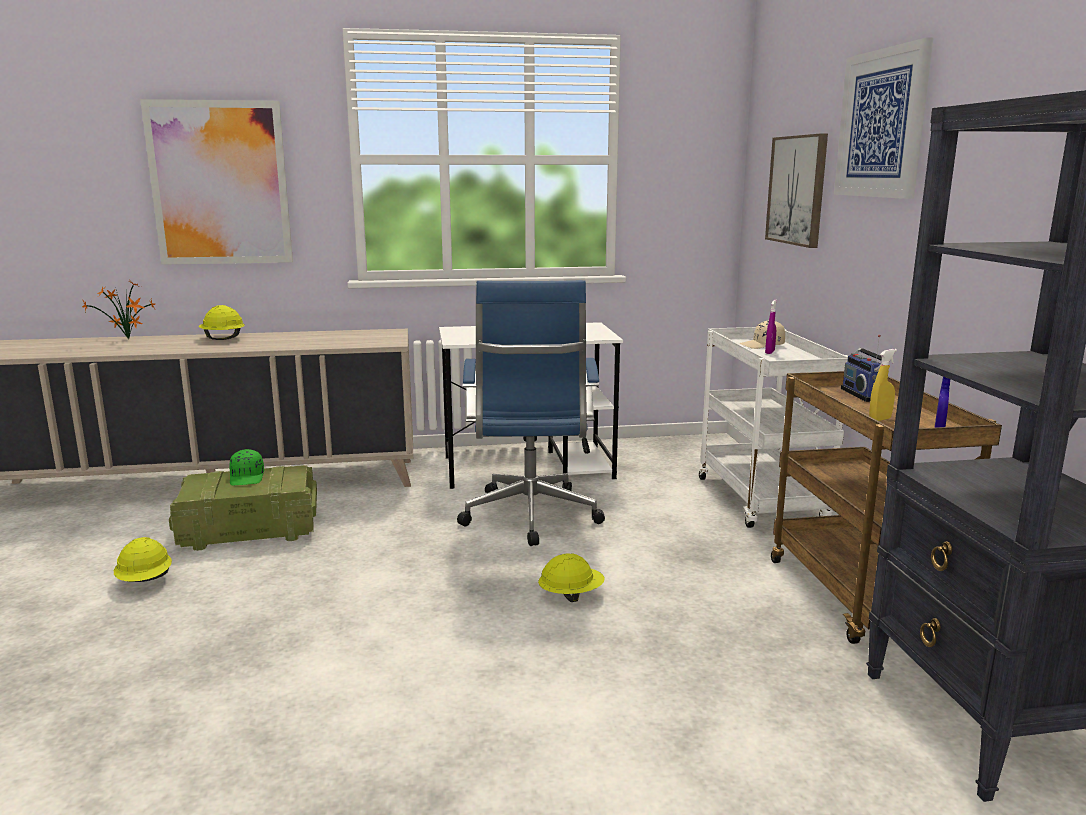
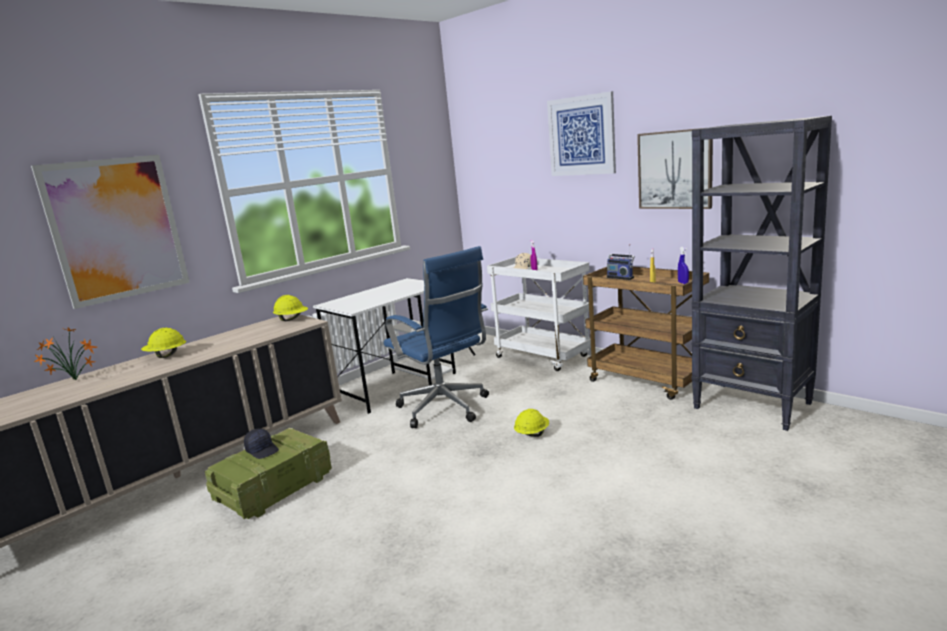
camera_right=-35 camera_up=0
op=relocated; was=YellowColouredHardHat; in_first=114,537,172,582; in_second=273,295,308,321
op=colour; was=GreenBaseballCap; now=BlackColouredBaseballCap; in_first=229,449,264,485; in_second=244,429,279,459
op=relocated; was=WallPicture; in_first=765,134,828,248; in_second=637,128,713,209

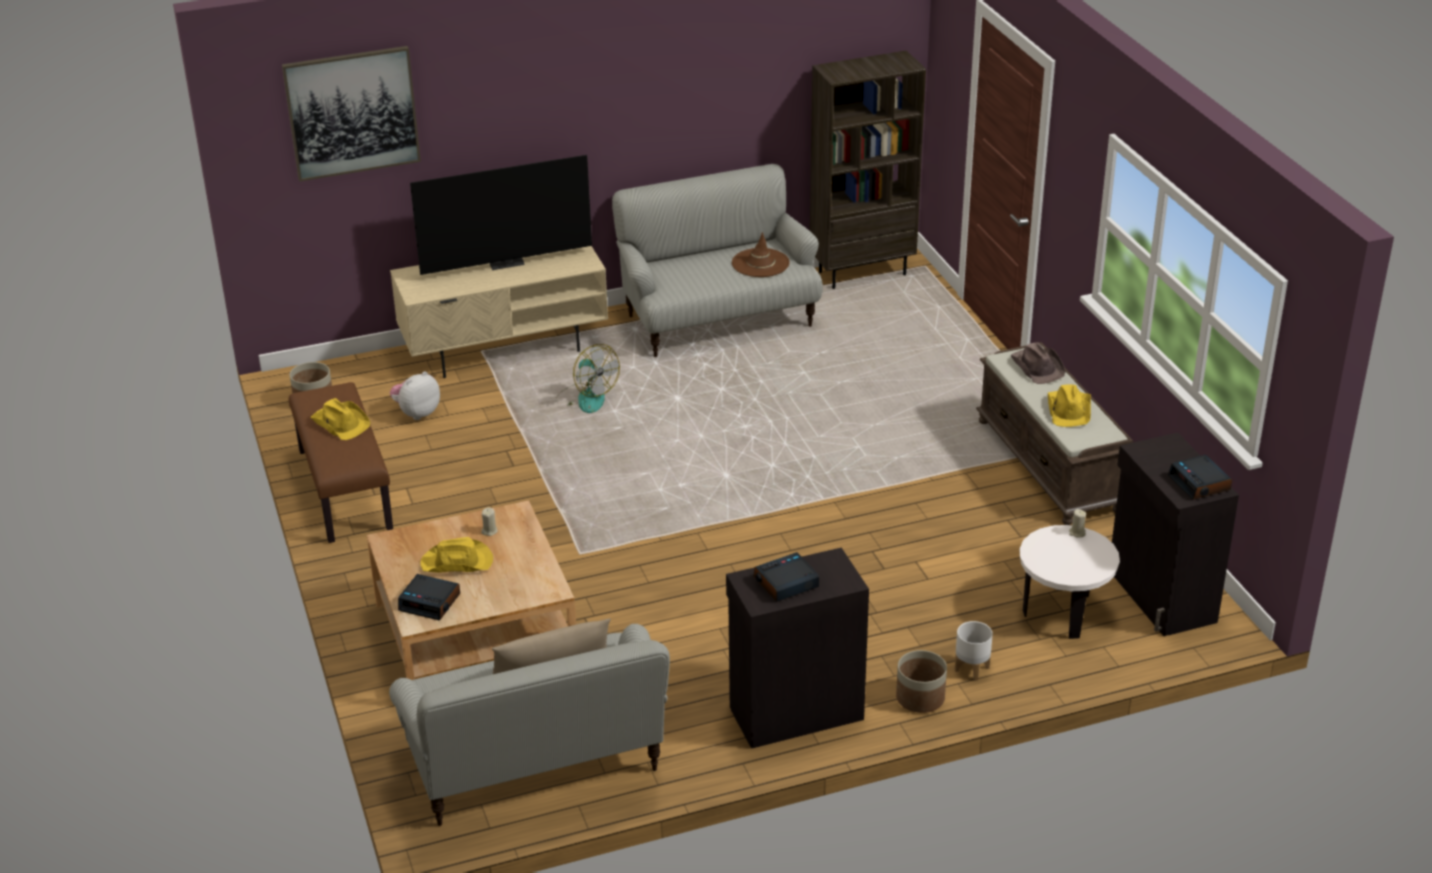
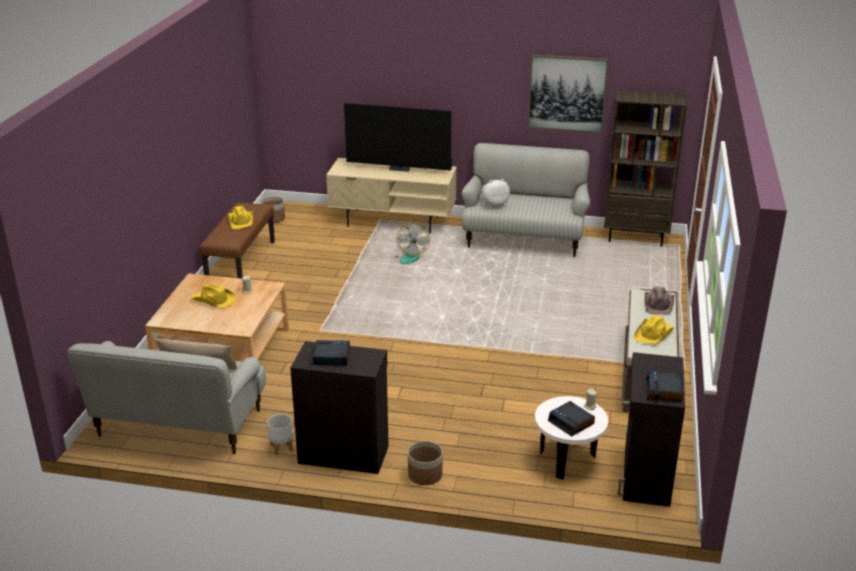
camera_right=30 camera_up=-5
op=relocated; was=WallPicture; in_first=282,46,421,182; in_second=528,55,609,133
op=relocated; was=CuddlyToy; in_first=390,371,440,420; in_second=482,179,510,208
op=relocated; was=BedsideClock; in_first=398,574,460,620; in_second=548,401,595,436
op=missing; was=BrownColouredHat; in_first=732,232,790,277
op=relocated; was=WhiteFlowerPot; in_first=955,621,993,681; in_second=267,414,293,455

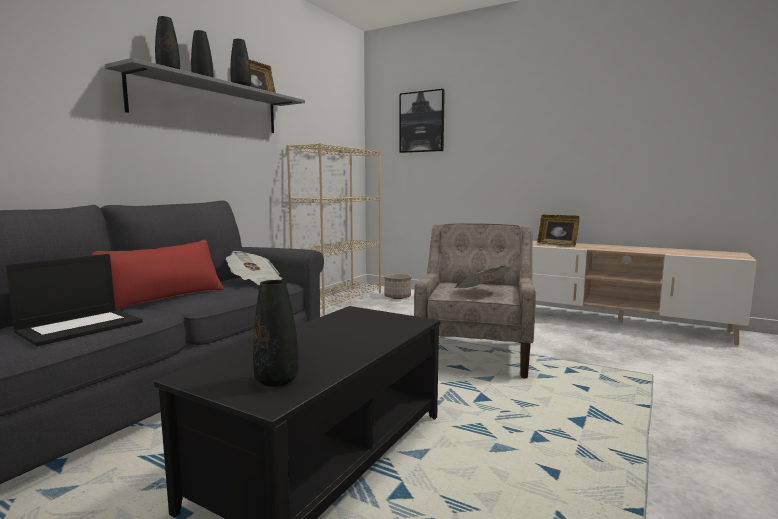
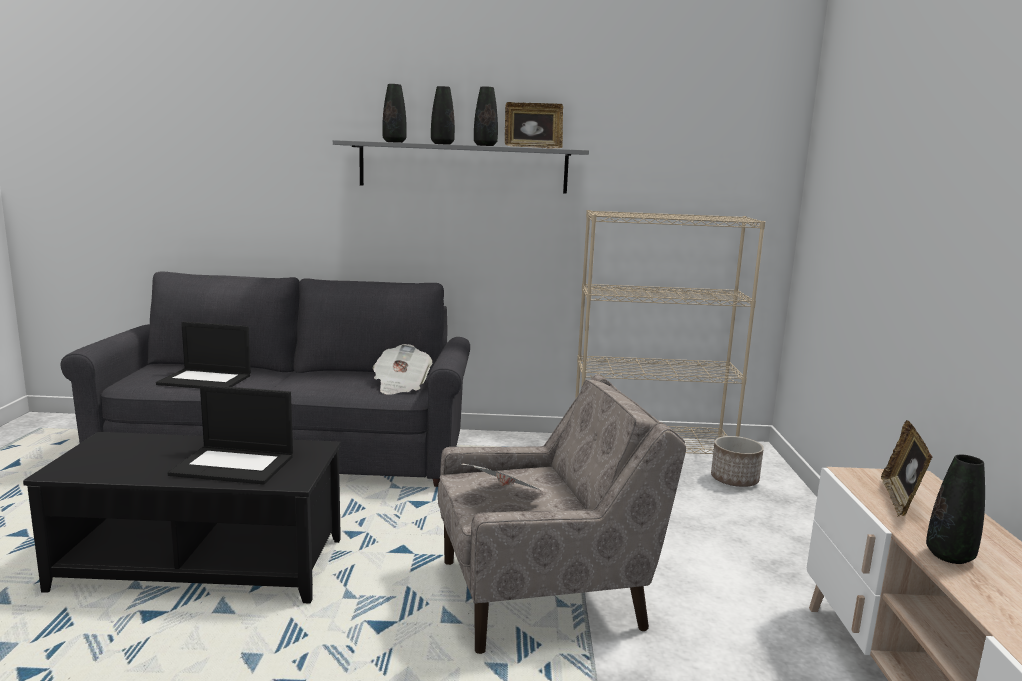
camera_right=60 camera_up=5
op=missing; was=RedPillow; in_first=92,239,224,310
op=relocated; was=BlackColouredVase; in_first=253,280,299,387; in_second=926,454,985,564
op=missing; was=WallPicture; in_first=399,89,445,153
op=appeared; now=NotebookComputer; in_second=168,385,293,484

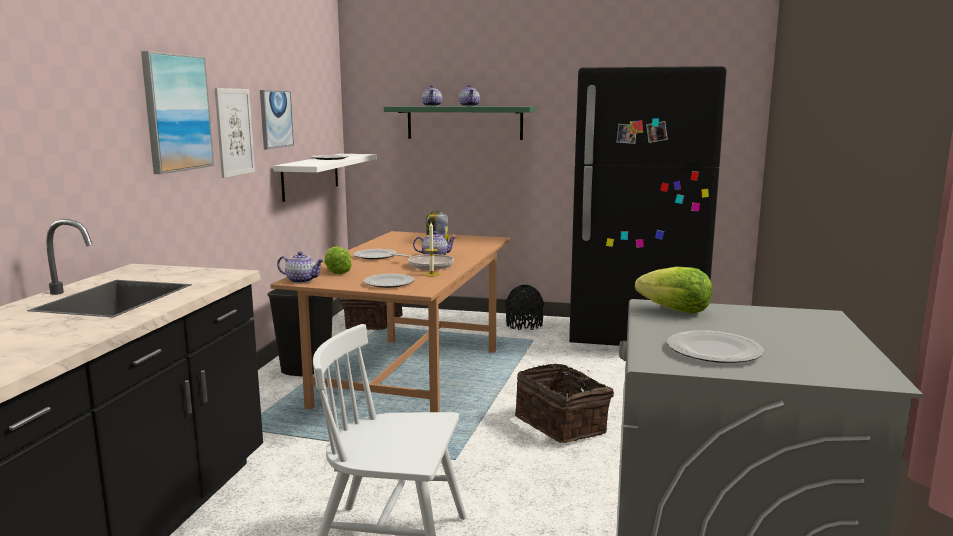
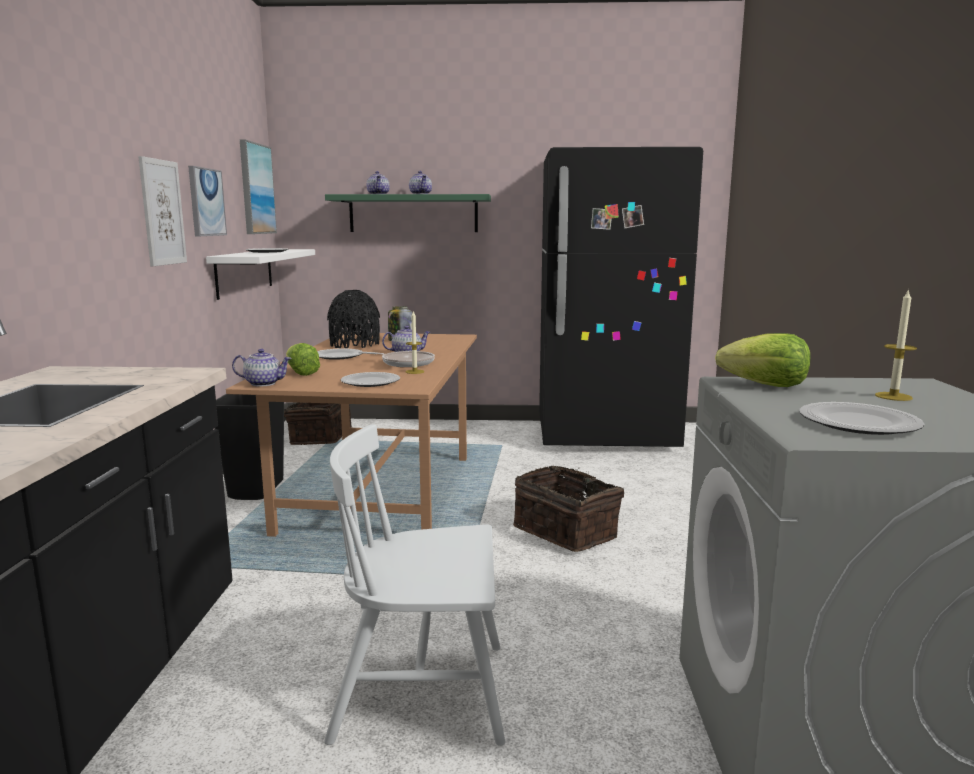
camera_right=-10 camera_up=0
op=relocated; was=WallPicture; in_first=141,51,214,174; in_second=240,140,277,234
op=relocated; was=BlackColouredVase; in_first=505,285,544,330; in_second=327,290,380,348
op=appeared; now=WaxCandle; in_second=875,289,917,401

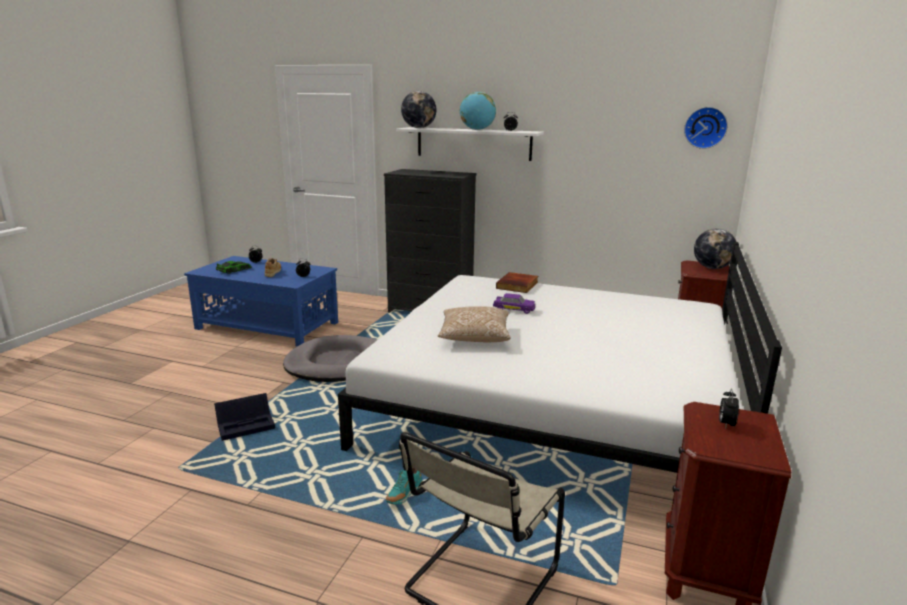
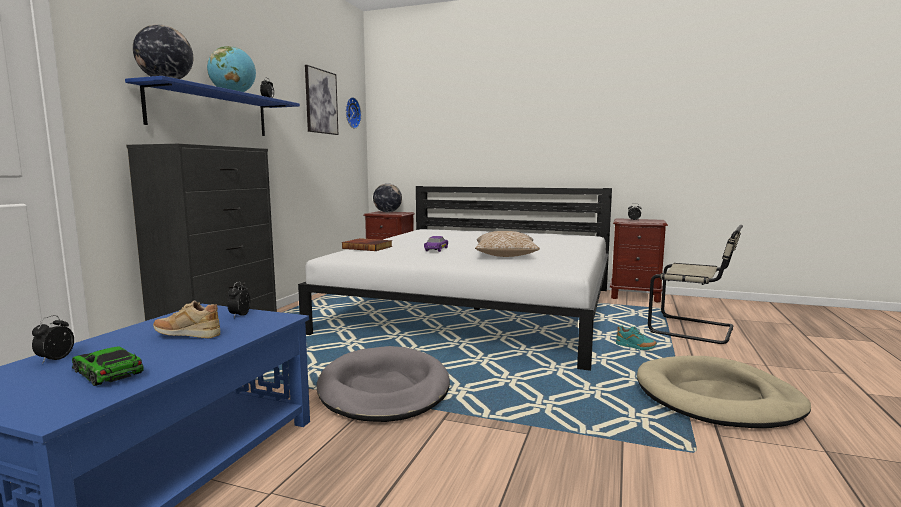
camera_right=-90 camera_up=-10
op=missing; was=BlackColouredStorageContainer; in_first=214,393,275,441
op=colour; was=WhiteShelf; now=BluishShelf; in_first=396,127,544,161; in_second=125,76,300,136
op=appeared; now=WallPicture; in_second=305,65,338,135
op=appeared; now=BeigeColouredDogBed; in_second=637,356,811,428

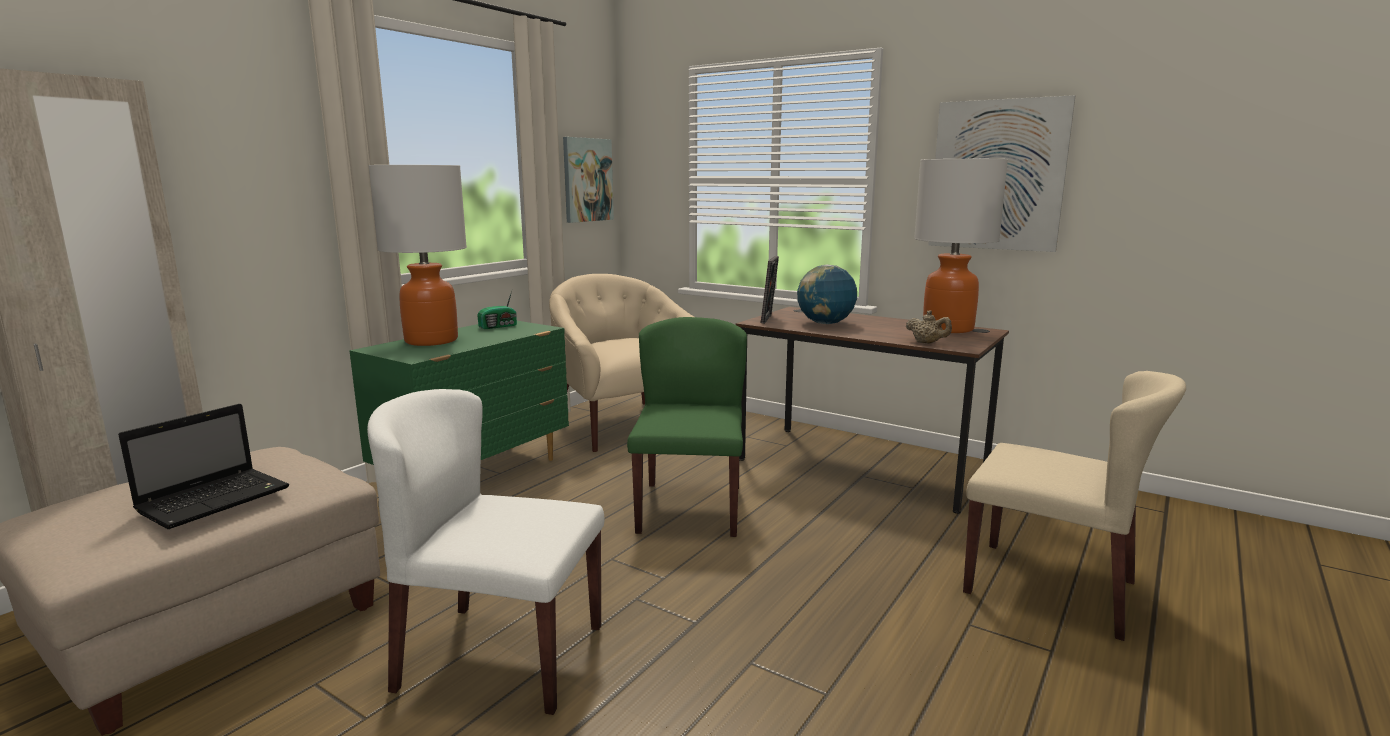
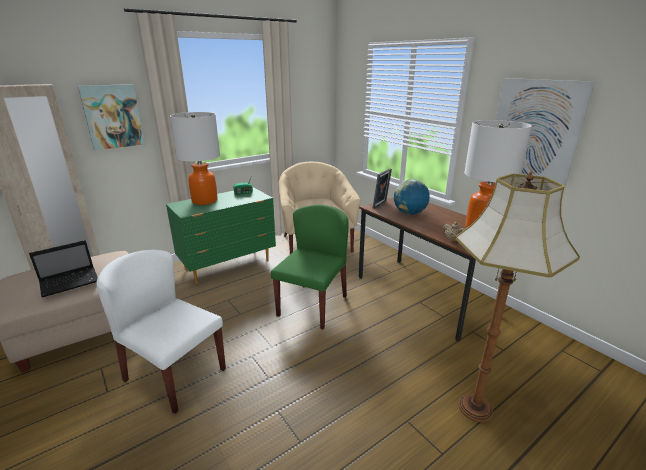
camera_right=20 camera_up=10
op=relocated; was=WallPicture; in_first=563,137,614,223; in_second=78,84,145,150
op=exchanged; was=BeigeColouredChair; now=StandardLamp; in_first=963,371,1186,641; in_second=456,171,580,423

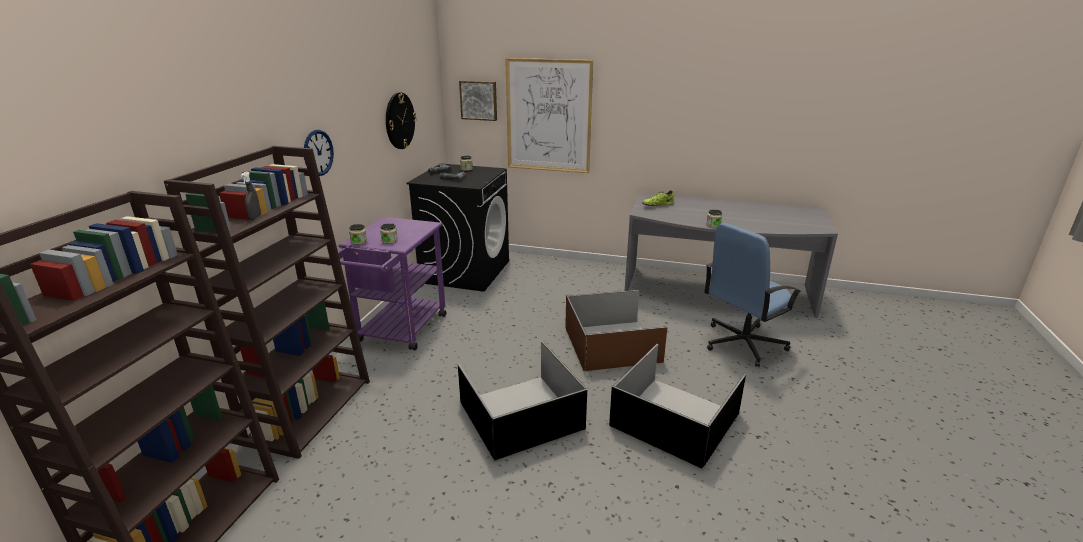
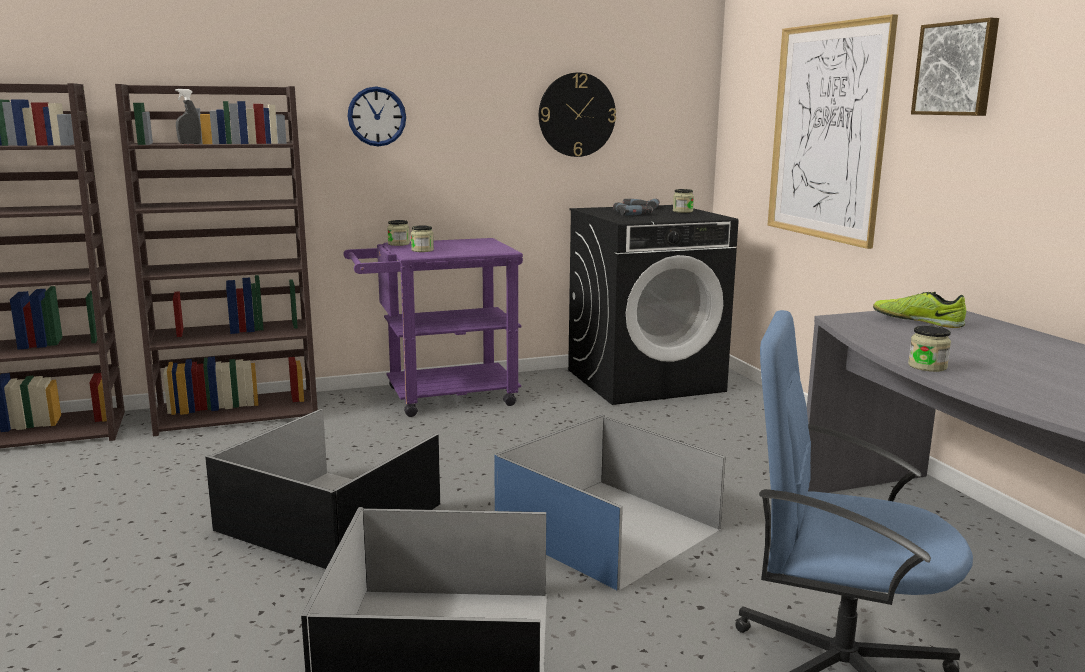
camera_right=55 camera_up=-10
op=relocated; was=WallPicture; in_first=459,81,497,121; in_second=911,18,999,116
op=colour; was=BrownColouredStorageContainer; now=BluishStorageContainer; in_first=565,290,667,371; in_second=494,415,725,590

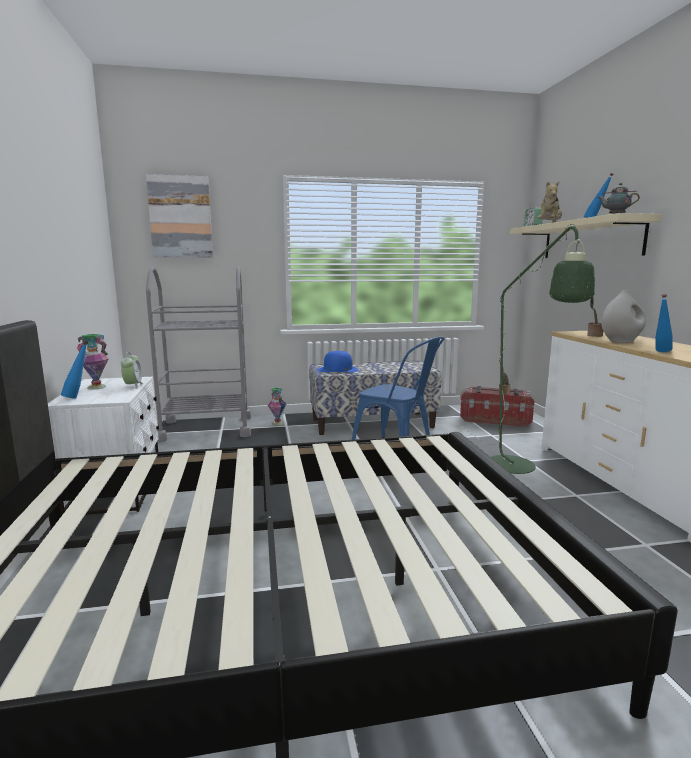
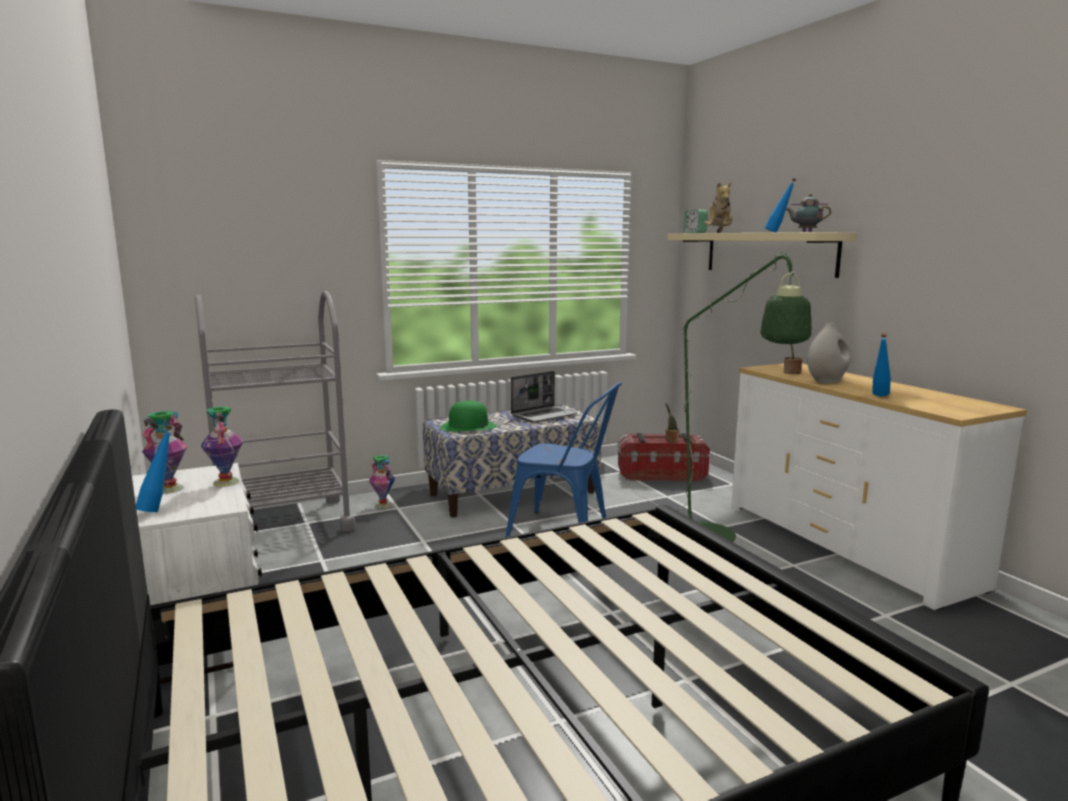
camera_right=-15 camera_up=0
op=exchanged; was=BedsideClock; now=Vase; in_first=121,352,143,389; in_second=201,407,243,487
op=missing; was=WallPicture; in_first=146,174,213,257
op=colour; was=BluishHat; now=GreenHat; in_first=317,351,359,372; in_second=440,401,497,432
op=appeared; now=NotebookComputer; in_second=511,371,578,423

